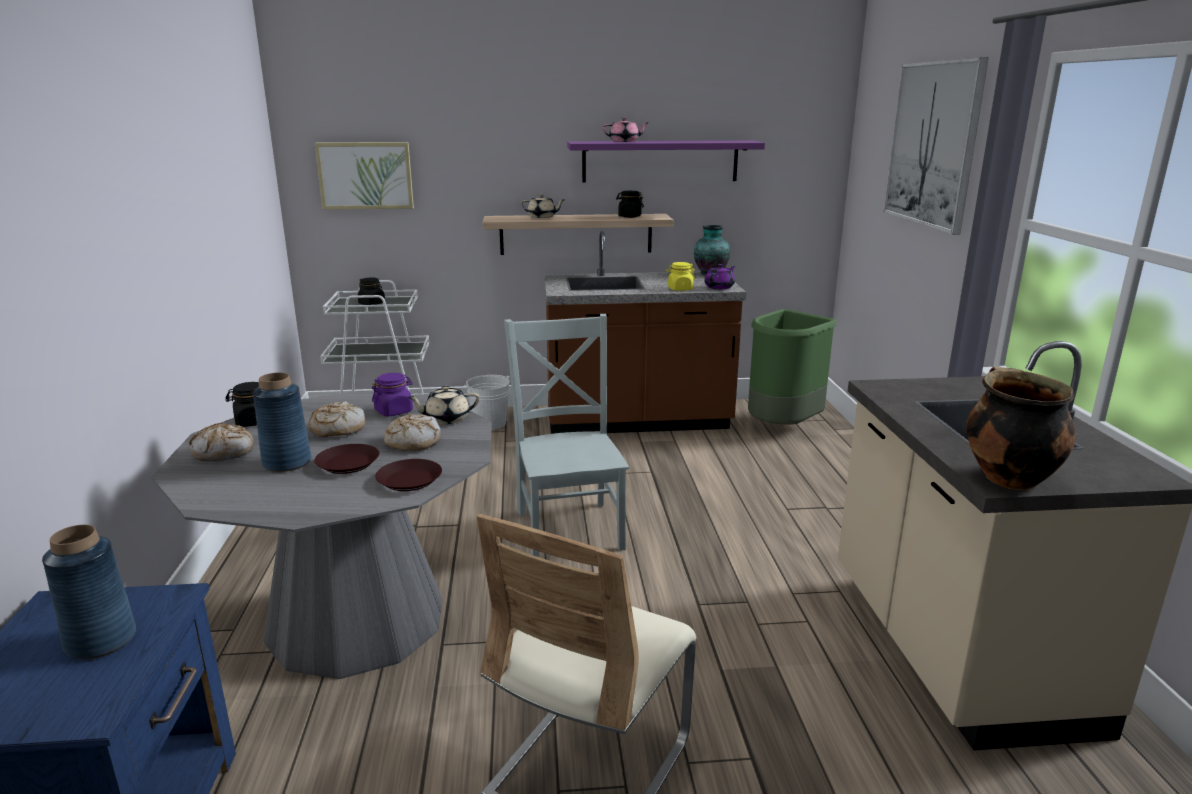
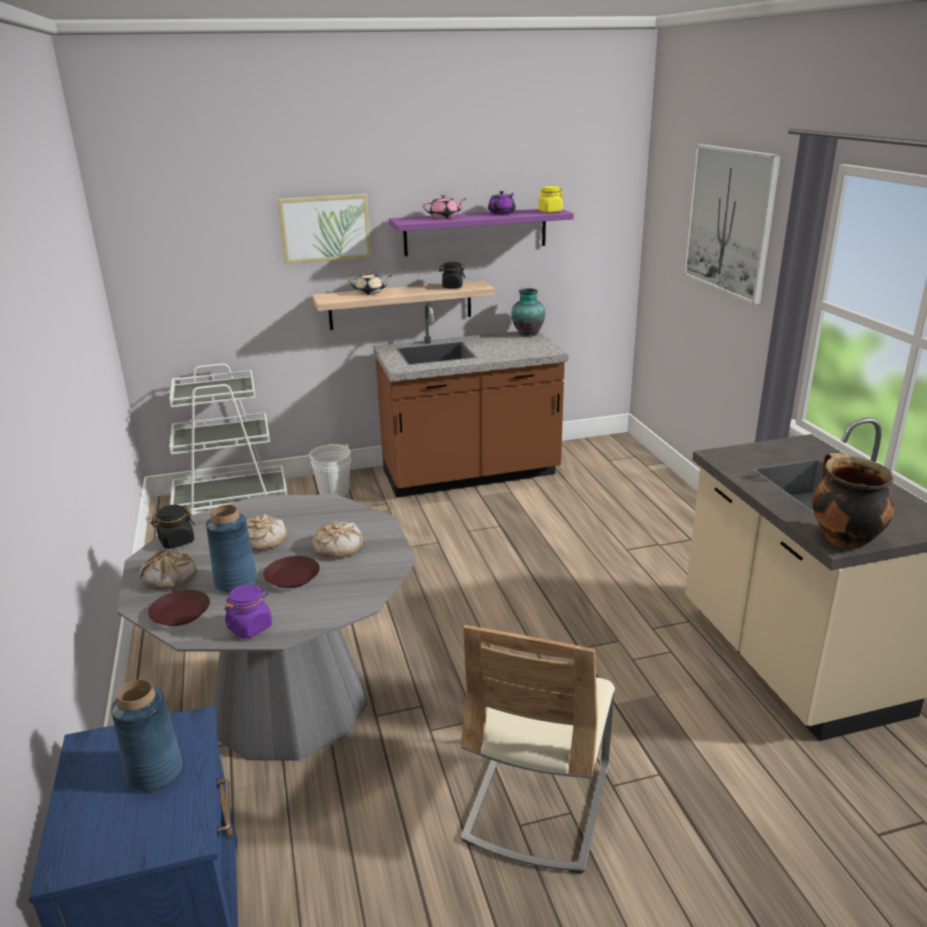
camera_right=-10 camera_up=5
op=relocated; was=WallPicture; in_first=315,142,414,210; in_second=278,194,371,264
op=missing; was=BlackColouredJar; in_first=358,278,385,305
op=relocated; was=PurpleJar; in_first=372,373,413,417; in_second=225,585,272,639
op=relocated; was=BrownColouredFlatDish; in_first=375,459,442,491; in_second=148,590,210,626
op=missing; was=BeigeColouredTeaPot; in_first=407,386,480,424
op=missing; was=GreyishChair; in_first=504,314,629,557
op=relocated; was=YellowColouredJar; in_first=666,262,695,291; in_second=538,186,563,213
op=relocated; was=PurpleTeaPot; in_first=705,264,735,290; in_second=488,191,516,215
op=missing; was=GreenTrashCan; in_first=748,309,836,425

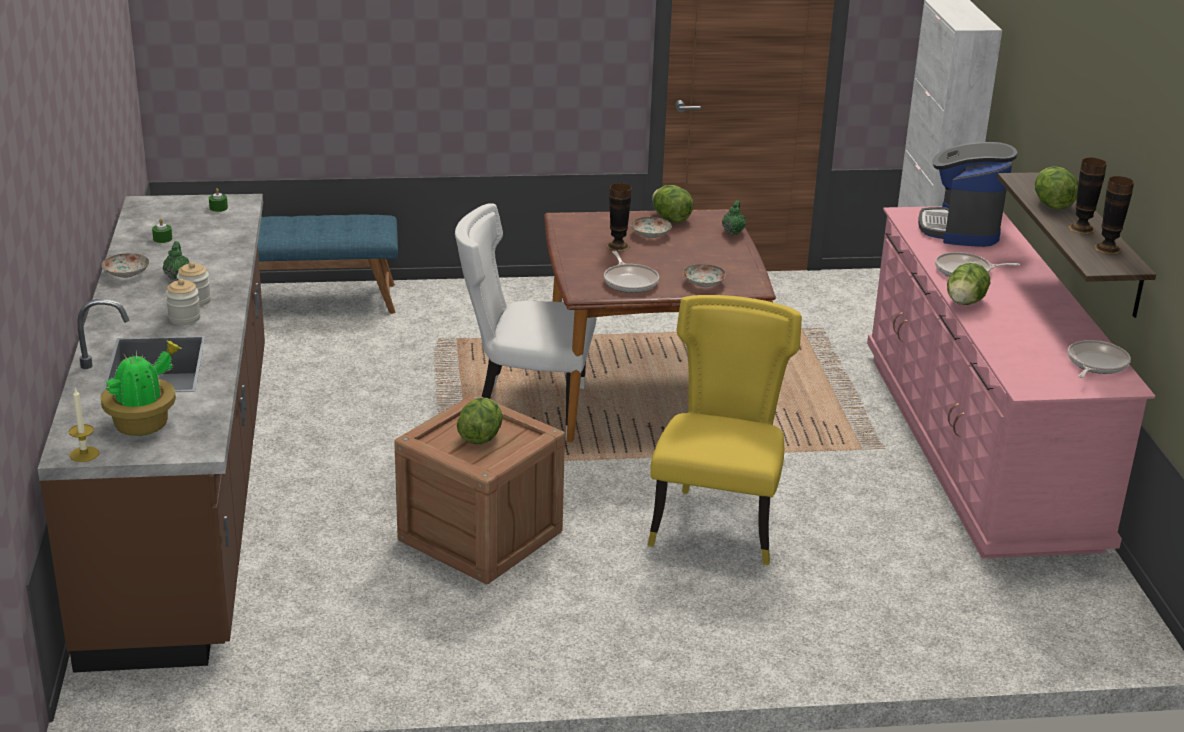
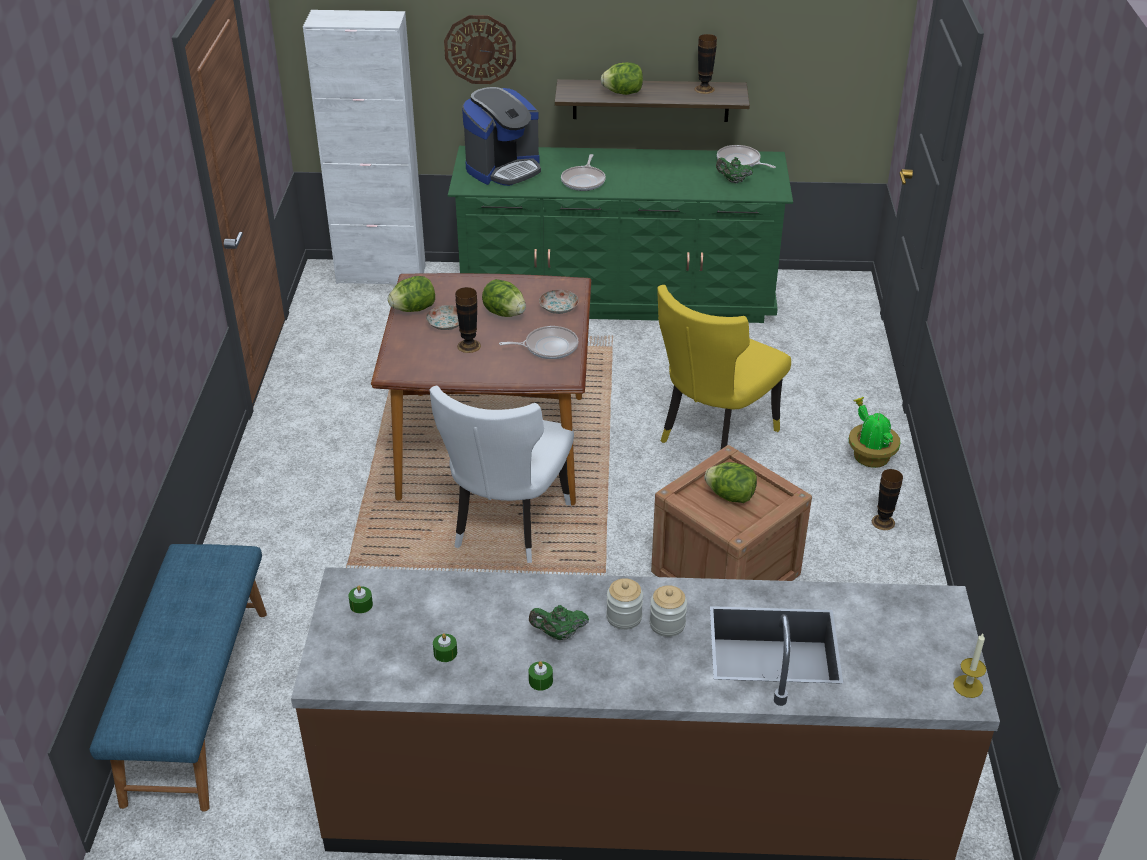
camera_right=-80 camera_up=10
op=exchanged; was=FlatDish; now=GreenWaxCandle; in_first=101,253,149,278; in_second=529,661,553,691
op=relocated; was=Houseplant; in_first=101,341,181,436; in_second=849,397,900,468
op=spun; was=YellowColouredChair; in_first=647,295,802,565; in_second=657,285,791,449; clockwise=-75
op=relocated; was=GreenTeaPot; in_first=722,200,746,235; in_second=716,157,753,183
op=colour; was=PinkishDrawerChest; now=GreenDrawerChest; in_first=867,206,1155,558; in_second=448,146,793,323
op=spun; was=CoffeeBrewer; in_first=918,142,1017,247; in_second=462,87,541,186; clockwise=-60
op=relocated; was=LettuceHead; in_first=947,263,990,305; in_second=482,279,526,317
op=relocated; was=Vase; in_first=1068,158,1107,234; in_second=872,469,903,530
op=appeared; now=HangingClock; in_second=444,15,516,84

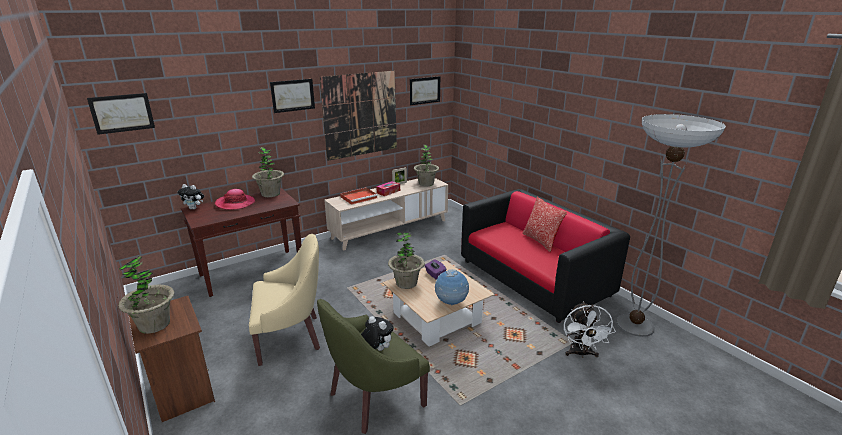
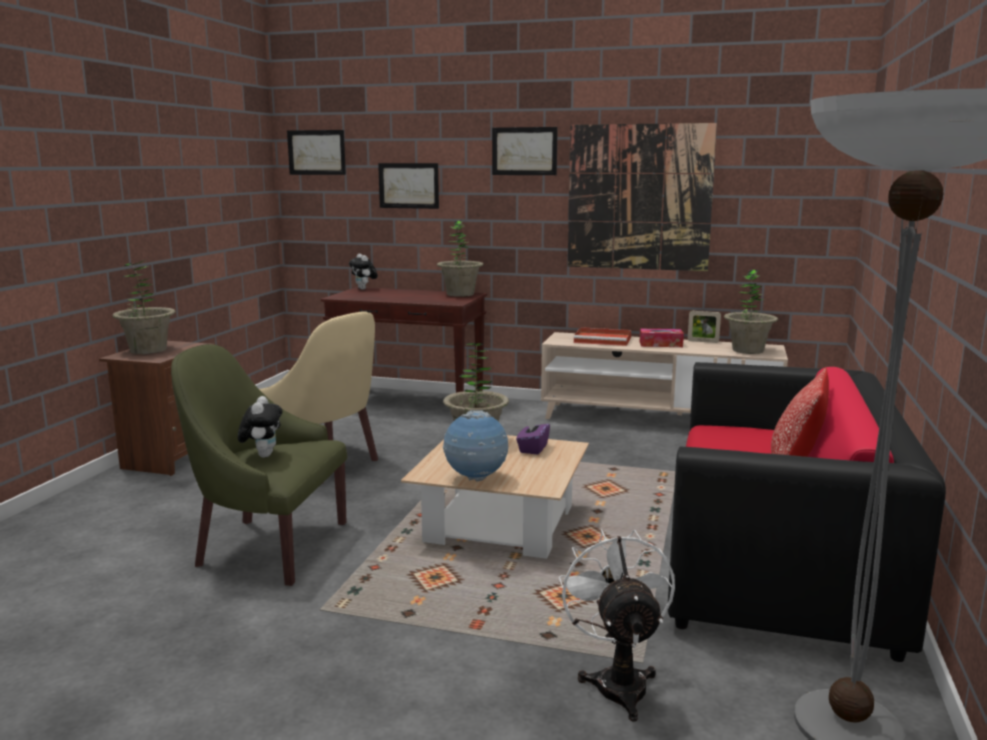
camera_right=50 camera_up=-10
op=missing; was=Hat; in_first=215,189,255,210
op=relocated; was=WallPicture; in_first=410,76,440,105; in_second=378,163,439,209
op=spun; was=WhiteFan; in_first=564,302,616,358; in_second=559,529,675,722; clockwise=120

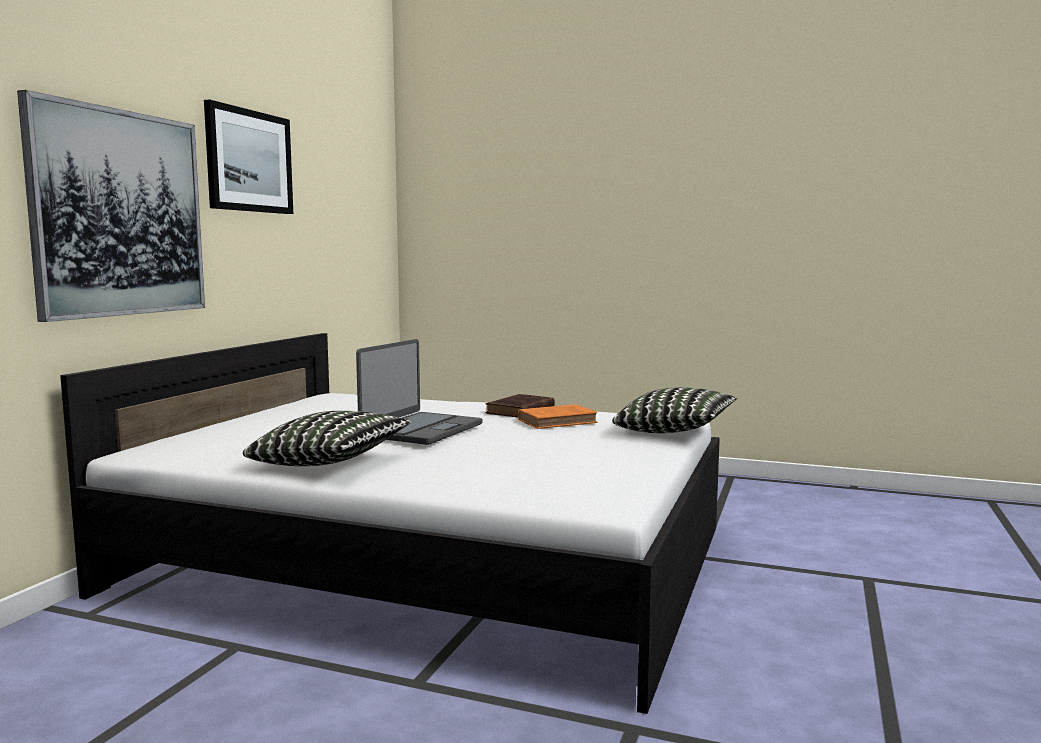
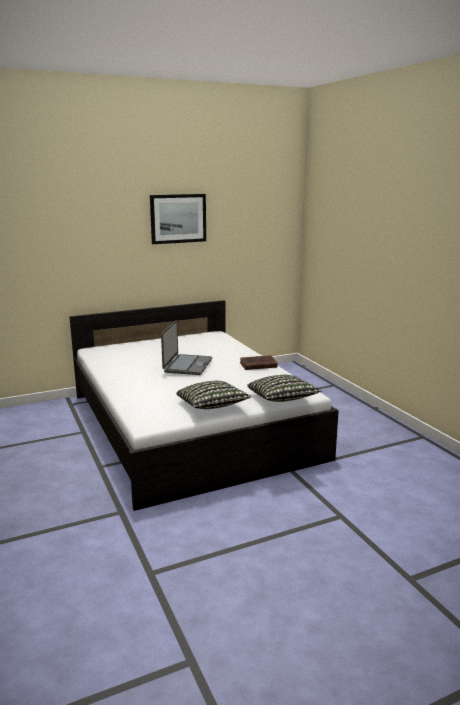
camera_right=45 camera_up=10
op=missing; was=WallPicture; in_first=17,90,205,322
op=relocated; was=Pillow; in_first=243,411,411,466; in_second=176,381,251,409
op=spun; was=NotebookComputer; in_first=356,339,482,445; in_second=161,320,212,375; clockwise=-60
op=missing; was=OrangeColouredBook; in_first=518,404,597,429

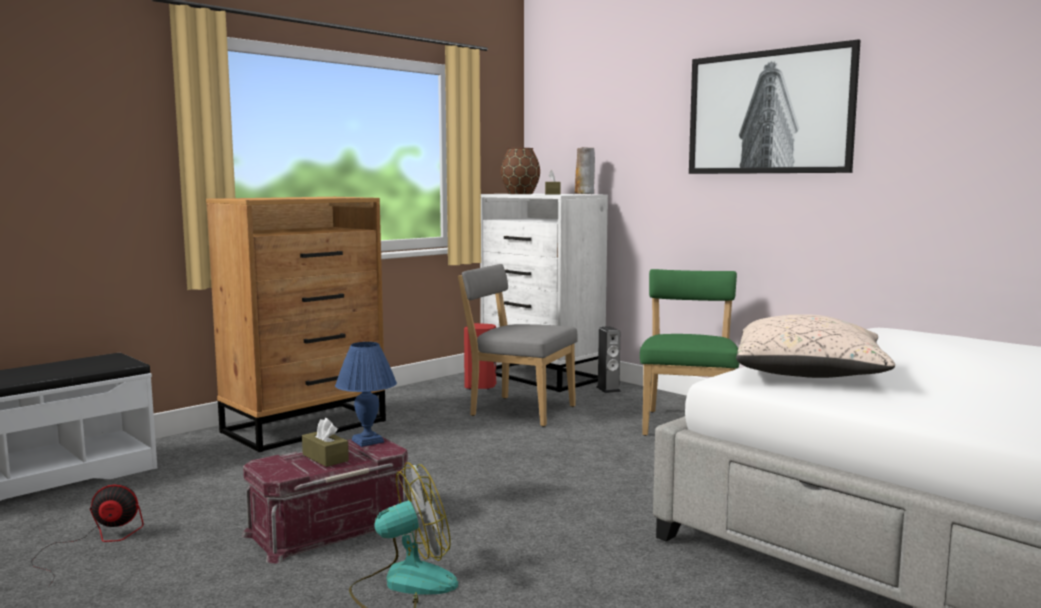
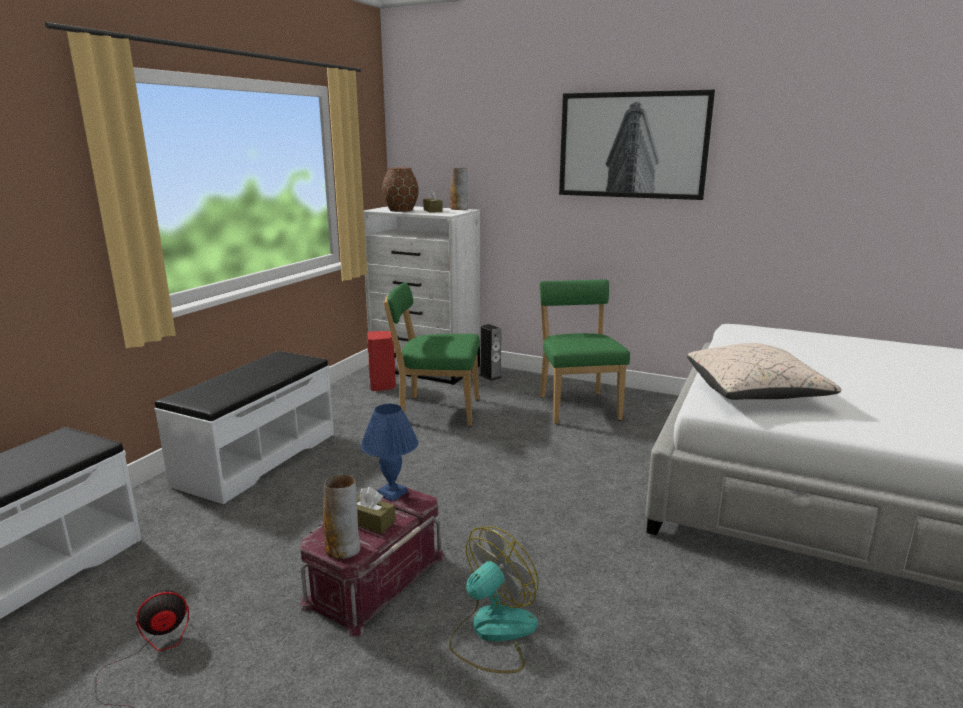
camera_right=-20 camera_up=10
op=exchanged; was=BrownColouredDrawerChest; now=WhiteLongSeat; in_first=206,197,386,452; in_second=154,351,334,504
op=colour; was=GreyishChair; now=GreenChair; in_first=458,264,578,427; in_second=383,282,480,426
op=appeared; now=Vase; in_second=323,475,360,559

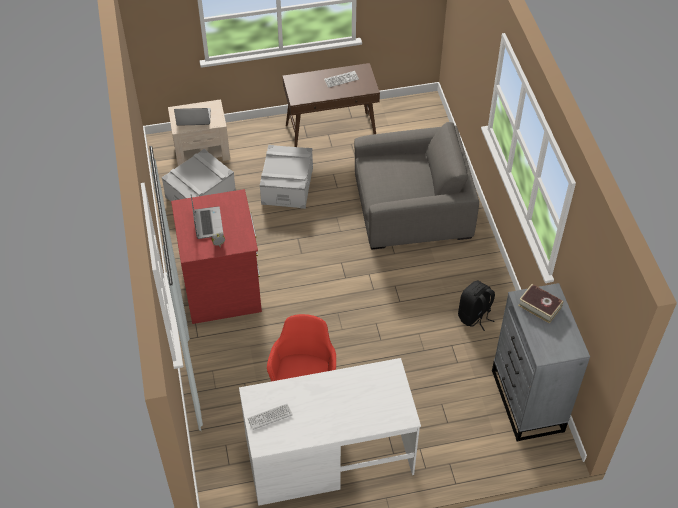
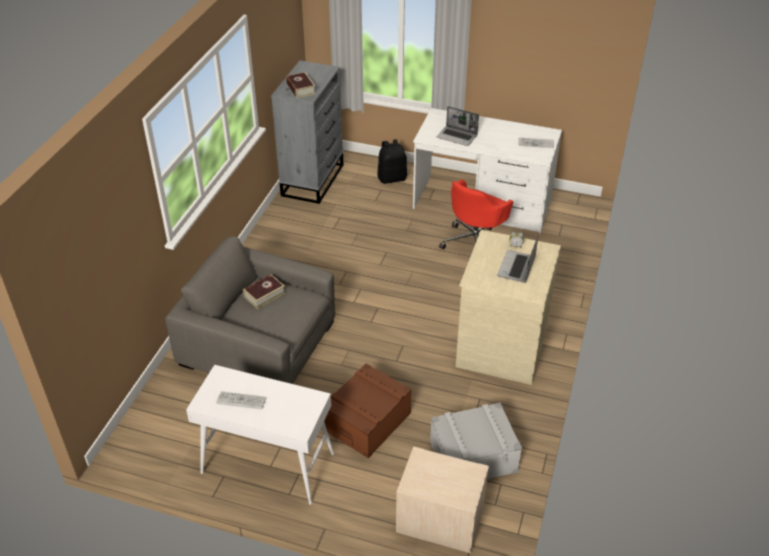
camera_right=-150 camera_up=-10
op=colour; was=RedDrawerChest; now=BeigeColouredDrawerChest; in_first=171,189,262,324; in_second=456,230,561,385
op=relocated; was=NotebookComputer; in_first=174,108,211,126; in_second=437,106,479,146
op=colour; was=GreyishStorageContainer; now=BrownColouredStorageContainer; in_first=260,145,313,209; in_second=324,363,412,458
op=colour; was=BrownColouredNarrowTable; now=WhiteNarrowTable; in_first=283,63,380,147; in_second=186,365,334,505
op=relocated; was=BlackColouredKnapsack; in_first=458,281,495,331; in_second=377,139,407,184
op=appeared; now=Book; in_second=243,274,285,309

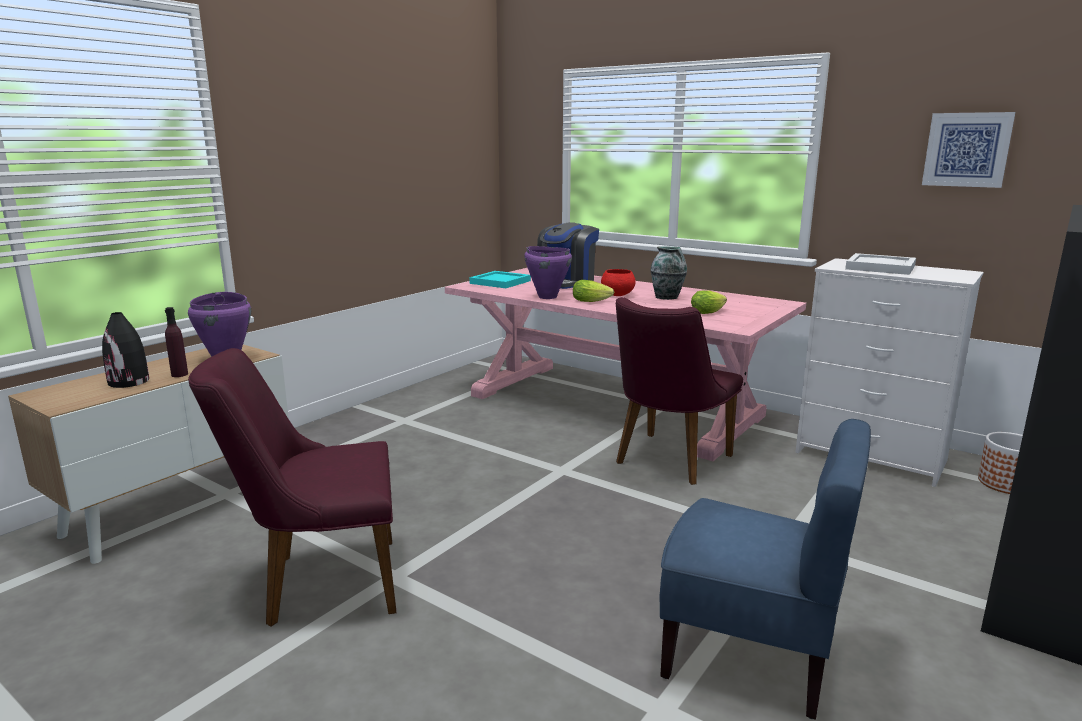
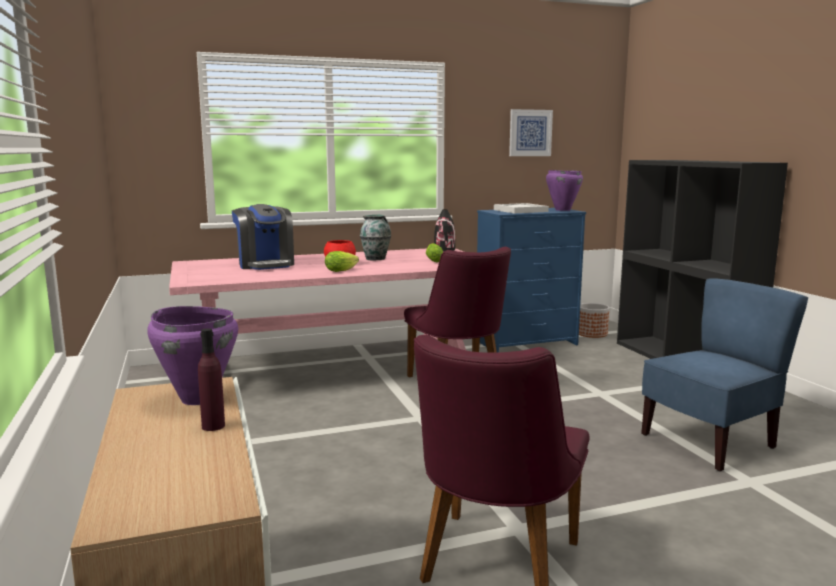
camera_right=-55 camera_up=-5
op=relocated; was=BlackColouredVase; in_first=102,312,149,388; in_second=434,210,455,252
op=missing; was=TurquoiseColouredTray; in_first=469,271,531,288
op=relocated; was=PurpleSaucepot; in_first=524,246,572,299; in_second=546,170,583,211
op=colour; was=WhiteDrawerChest; now=BluishDrawerChest; in_first=795,258,984,487; in_second=477,208,586,353

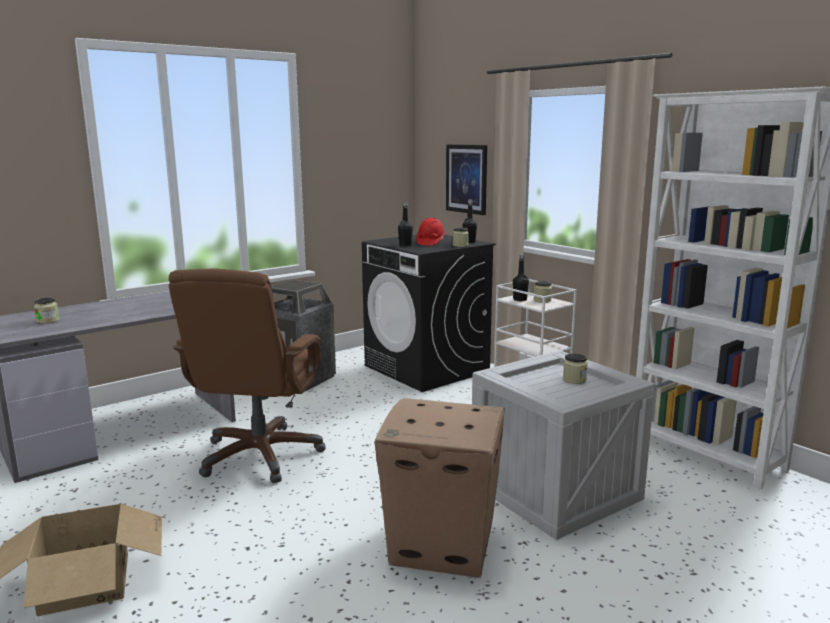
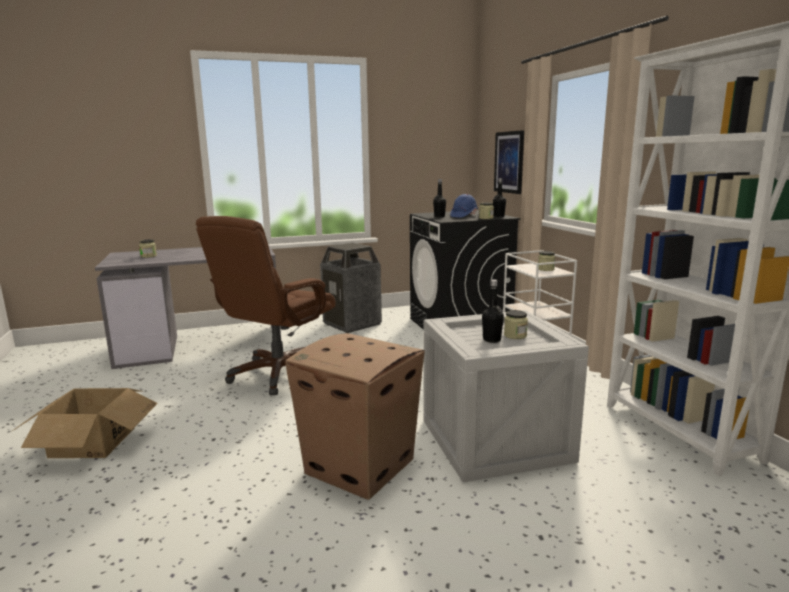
camera_right=20 camera_up=0
op=colour; was=RedHardHat; now=BluishHardHat; in_first=416,218,445,245; in_second=450,194,478,217
op=relocated; was=BlackColouredBottle; in_first=513,254,529,301; in_second=482,279,504,343

